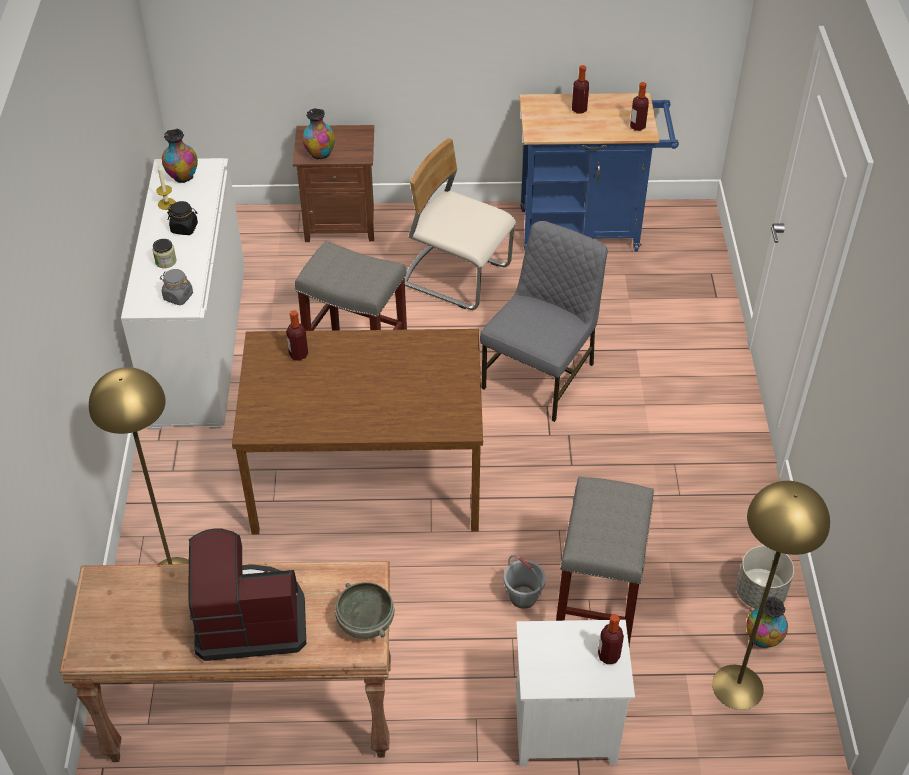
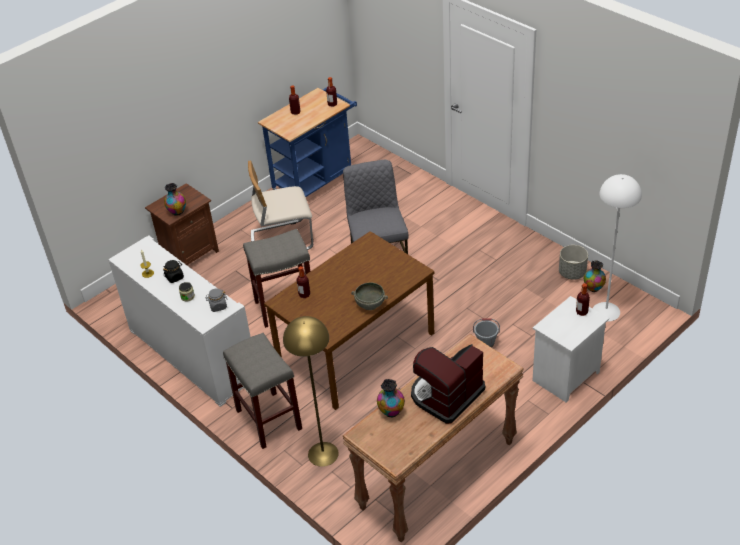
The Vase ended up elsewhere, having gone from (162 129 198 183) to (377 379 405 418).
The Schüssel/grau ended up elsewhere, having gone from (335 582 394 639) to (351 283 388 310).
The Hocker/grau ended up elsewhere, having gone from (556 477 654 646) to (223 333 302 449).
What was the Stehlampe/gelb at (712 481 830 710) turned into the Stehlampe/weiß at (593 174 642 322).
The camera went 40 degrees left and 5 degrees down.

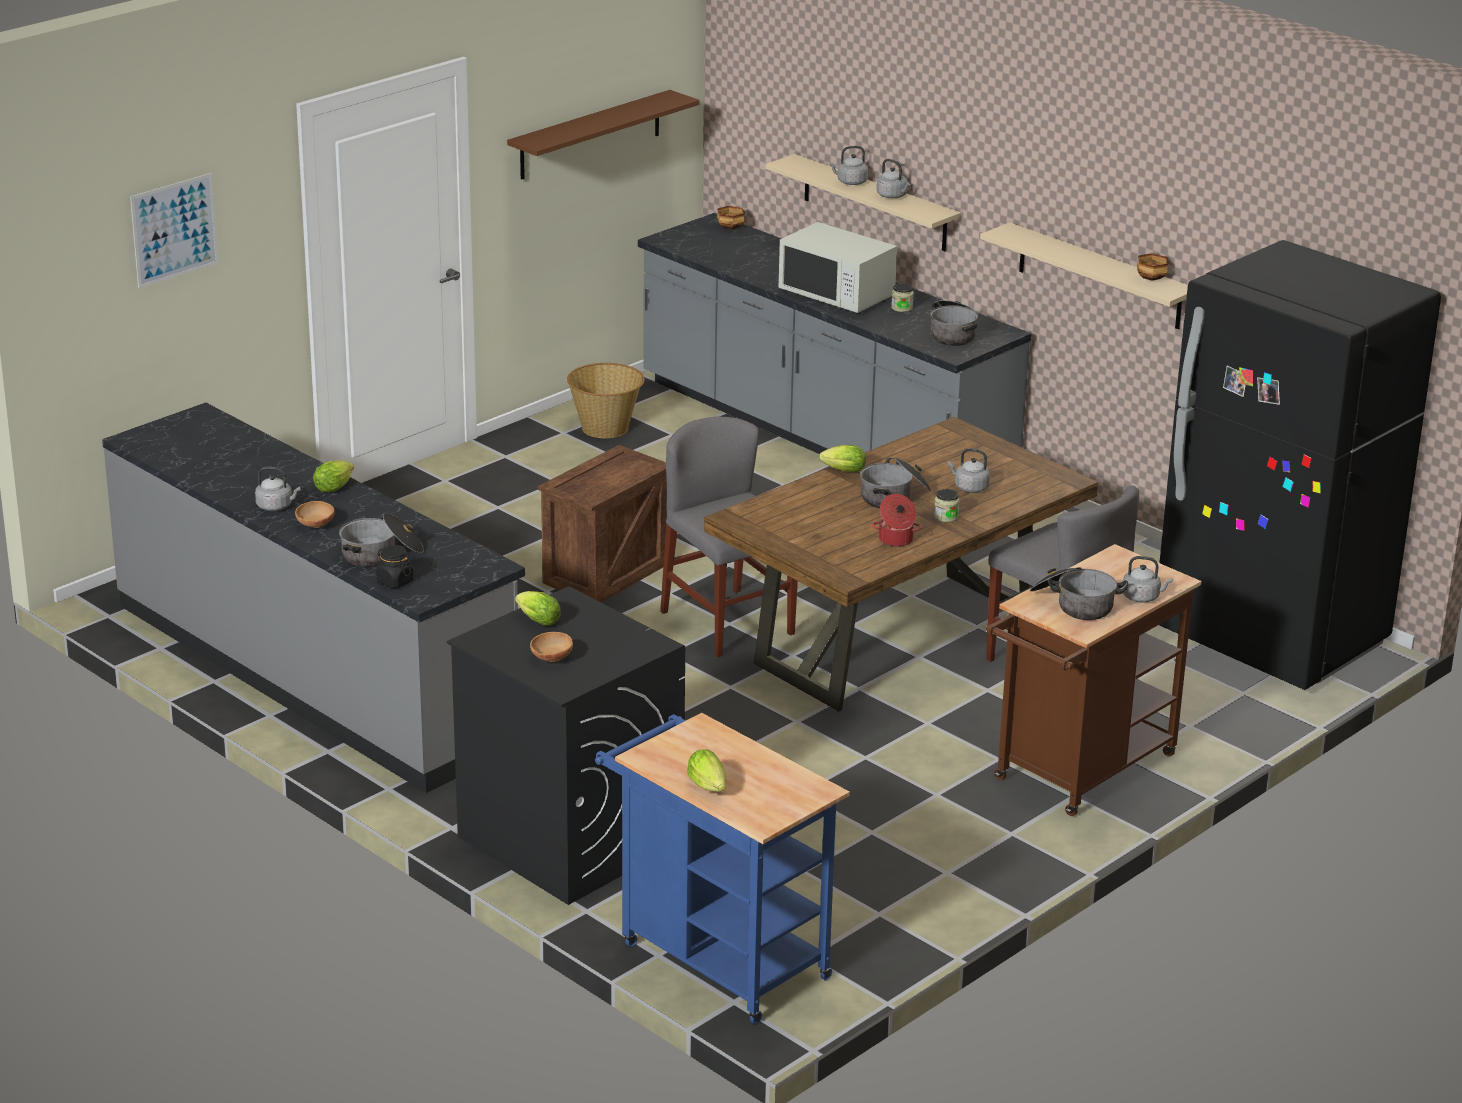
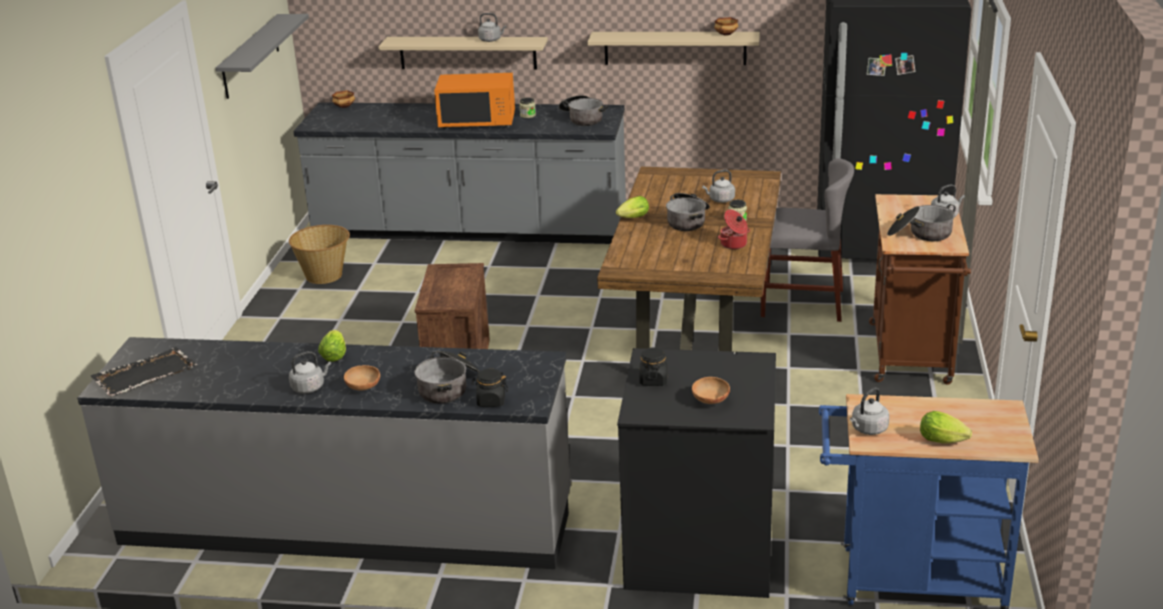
The second view lost the Bild at (130 173 218 288).
What was the Wandregal/braun at (507 90 699 180) turned into the Wandregal/grau at (216 14 309 99).
Where the Salatkopf stood at (515 591 561 626), the Vorratsglas/schwarz came to stand at (639 347 667 386).
The second view lost the Stuhl/grau at (660 416 798 657).
What was the Mikrowelle/weiß at (779 222 897 315) turned into the Mikrowelle/orange at (434 73 515 129).
The Wasserkessel/grau ended up elsewhere, having gone from (829 146 868 185) to (850 387 889 435).
The second view gained the Tablett/schwarz at (91 347 197 397).
The camera went 35 degrees left and 0 degrees up.

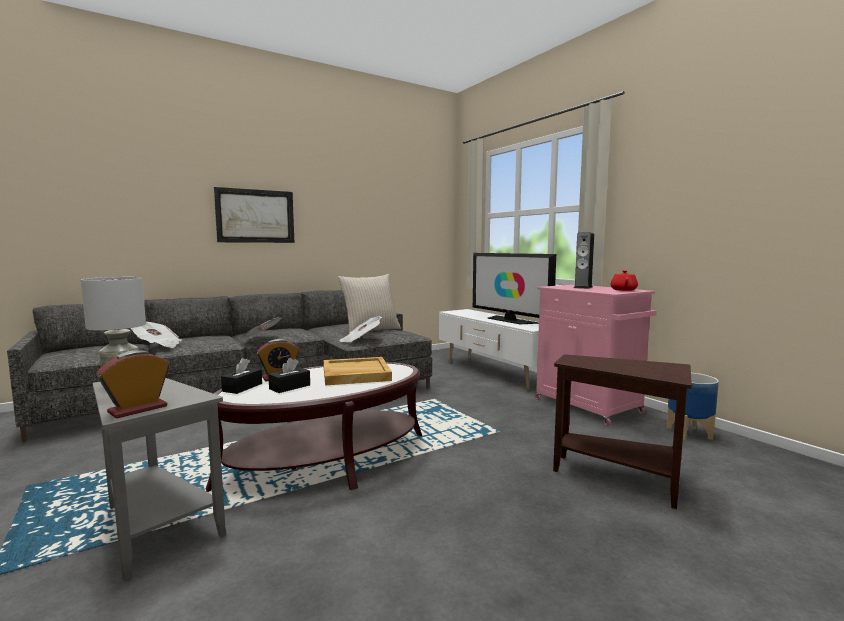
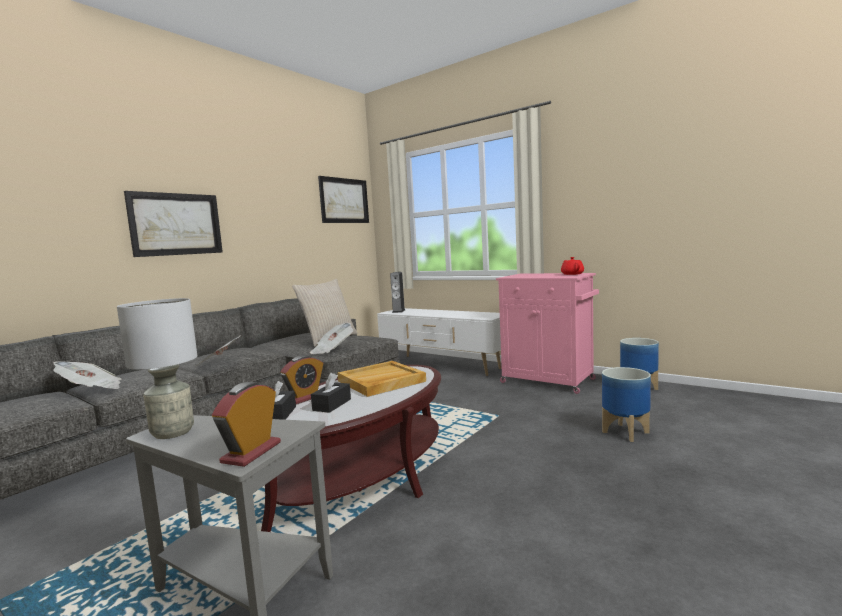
The second view lost the Fernseher at (473 253 556 324).
Where the Beistelltisch/braun stood at (553 354 692 509), the Pflanzkübel came to stand at (602 367 651 442).
The Lautsprecher ended up elsewhere, having gone from (574 232 594 289) to (390 272 405 313).
The second view gained the Bild at (318 176 369 223).
The camera went 20 degrees left and 0 degrees up.

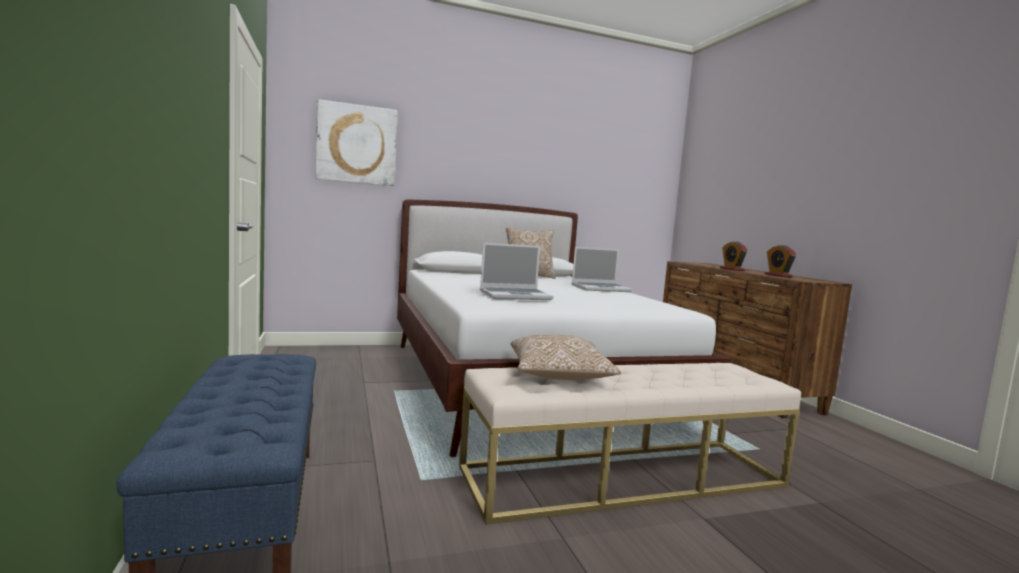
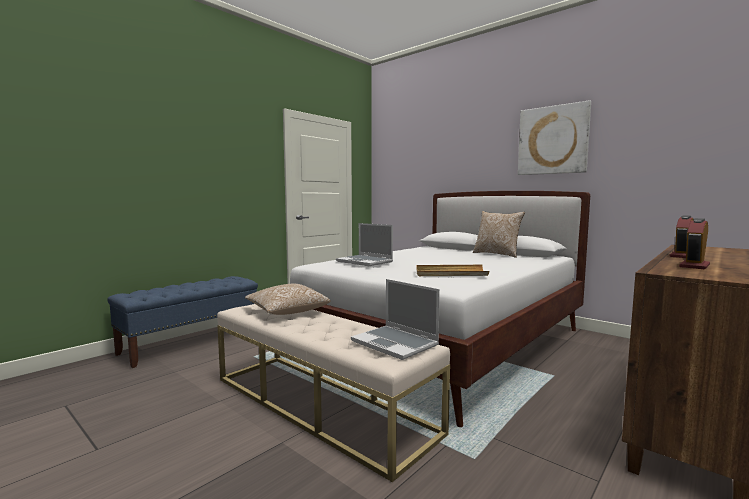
The Bild ended up elsewhere, having gone from (315 99 397 186) to (518 100 591 175).
The Laptop ended up elsewhere, having gone from (571 247 632 292) to (351 279 440 360).
The second view gained the Tablett/beige at (417 265 489 276).
The camera went 60 degrees right and 0 degrees up.

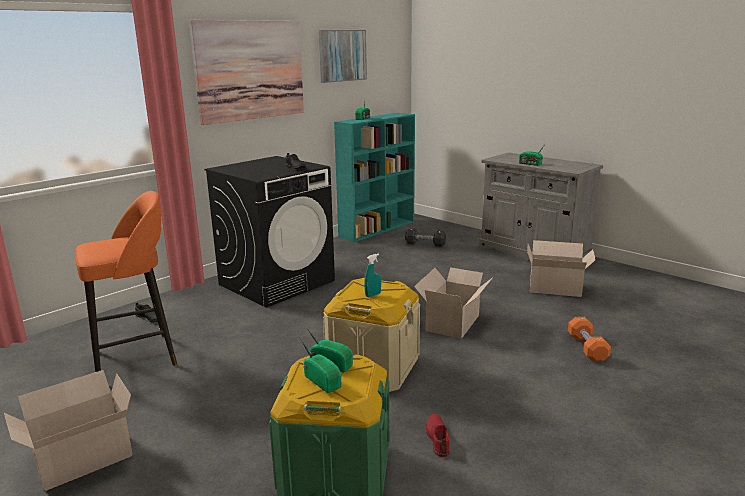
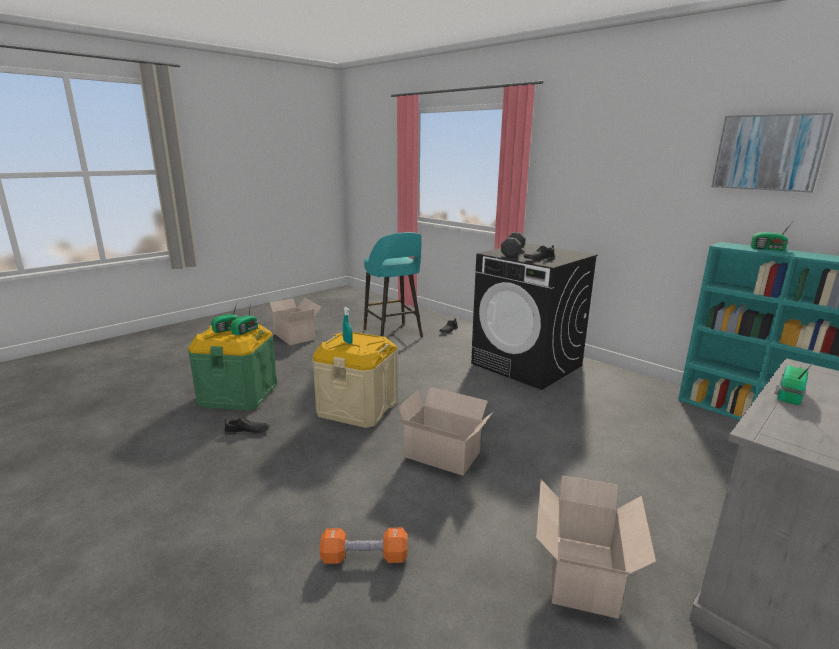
What was the Hocker/orange at (75 191 177 372) turned into the Hocker/türkis at (364 232 423 338).
The second view lost the Bild at (189 20 304 125).
The Hantel/schwarz ended up elsewhere, having gone from (405 228 446 247) to (501 232 526 257).
What was the Schuh/rot at (426 414 449 457) turned into the Schuh/schwarz at (224 417 270 434).
The camera went 90 degrees right and 0 degrees up.

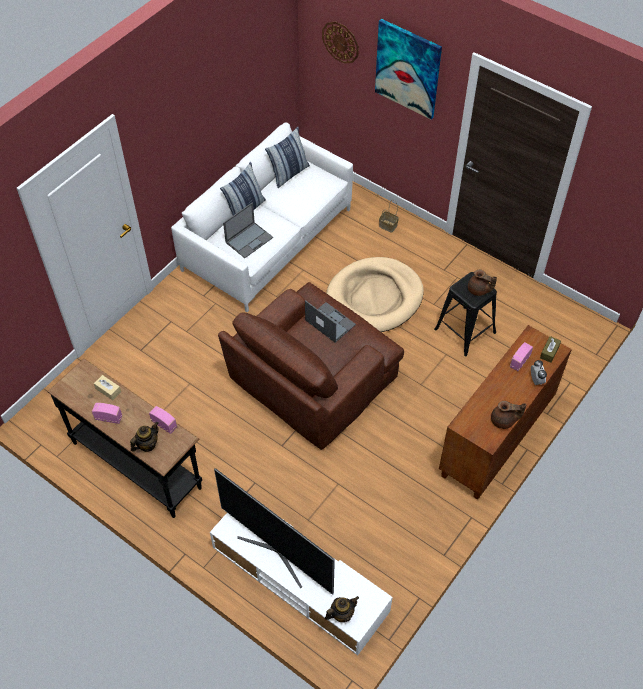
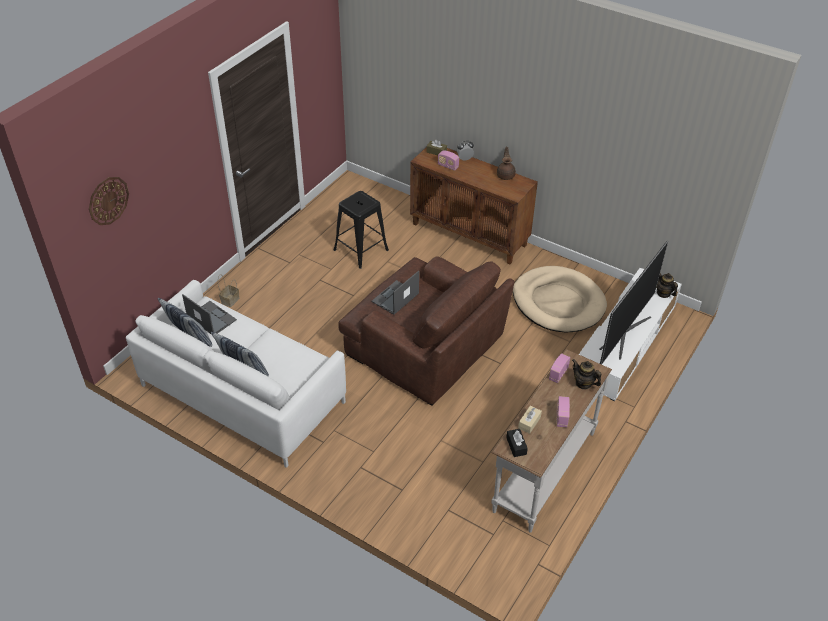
What was the Konsolentisch/schwarz at (48 358 202 518) turned into the Konsolentisch/weiß at (491 349 612 532).
The Laptop ended up elsewhere, having gone from (223 202 273 258) to (182 294 237 334).
The Hundebett/beige ended up elsewhere, having gone from (326 257 424 332) to (513 266 607 333).
The second view lost the Bild at (375 19 442 120).
The second view lost the Teekanne/braun at (468 270 497 296).
The second view gained the Taschentuchbox/schwarz at (506 429 528 457).
The camera went 95 degrees left and 10 degrees down.

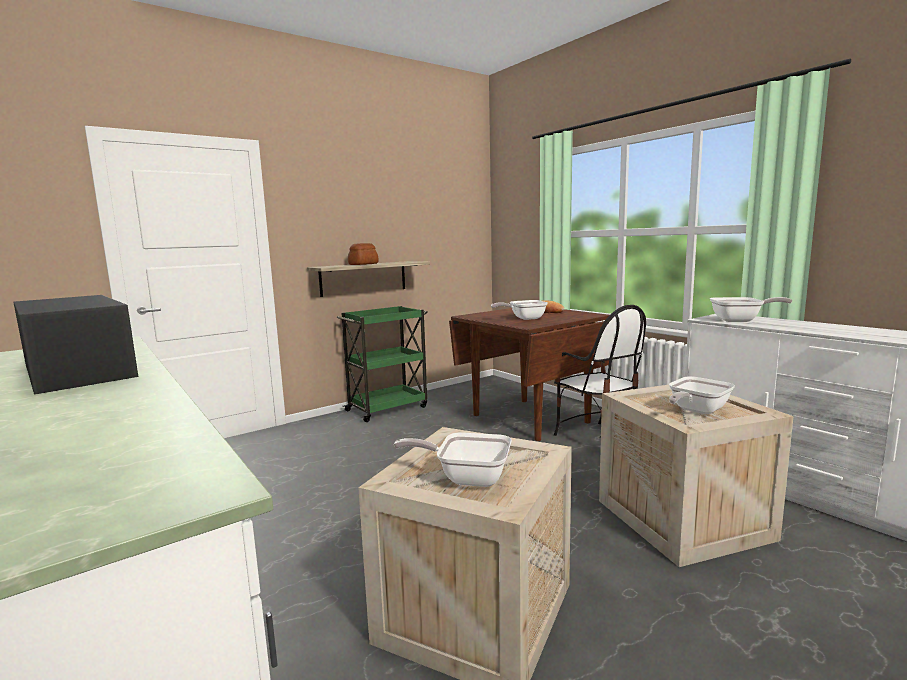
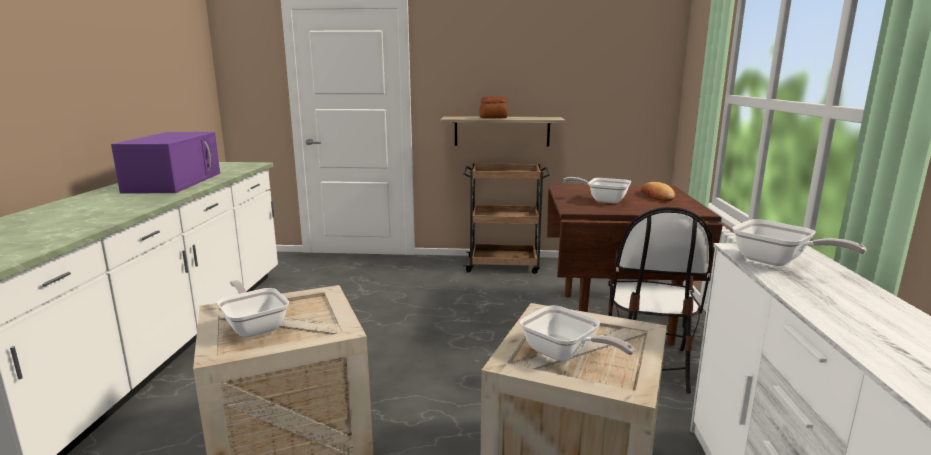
What was the Mikrowelle/schwarz at (13 295 138 395) turned into the Mikrowelle/lila at (111 132 220 194).
What was the Rollwagen/grün at (336 306 428 422) turned into the Rollwagen/braun at (463 163 550 274).
The Pfanne at (669 376 735 414) ended up facing another way, 135 degrees counterclockwise from before.
The camera went 40 degrees right and 5 degrees up.

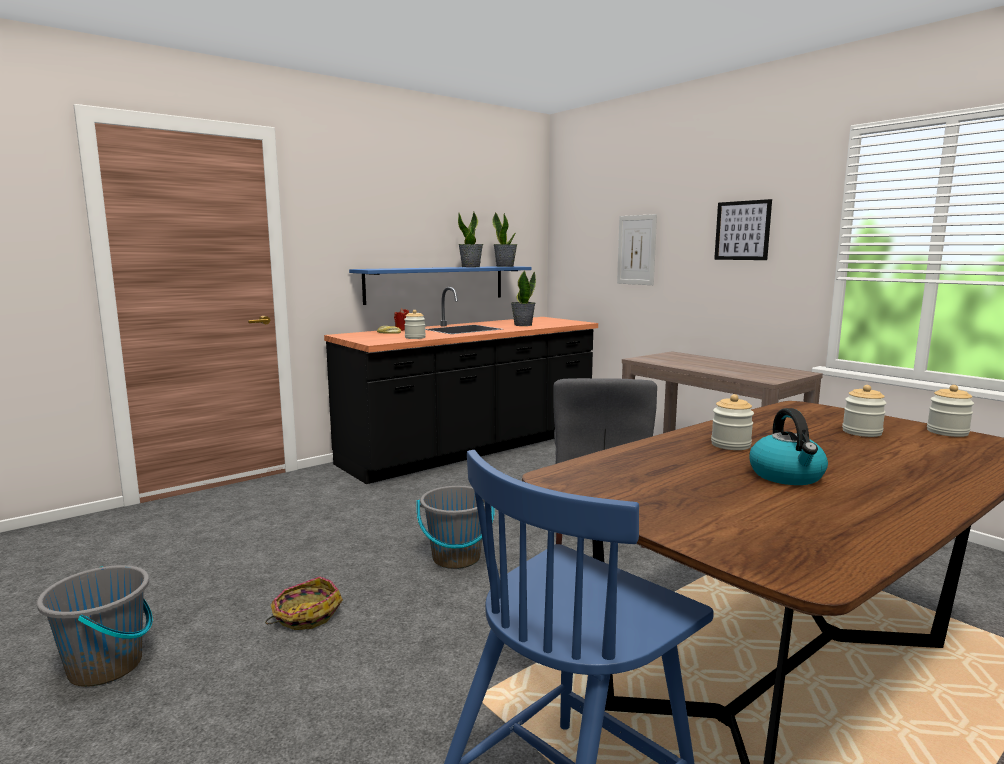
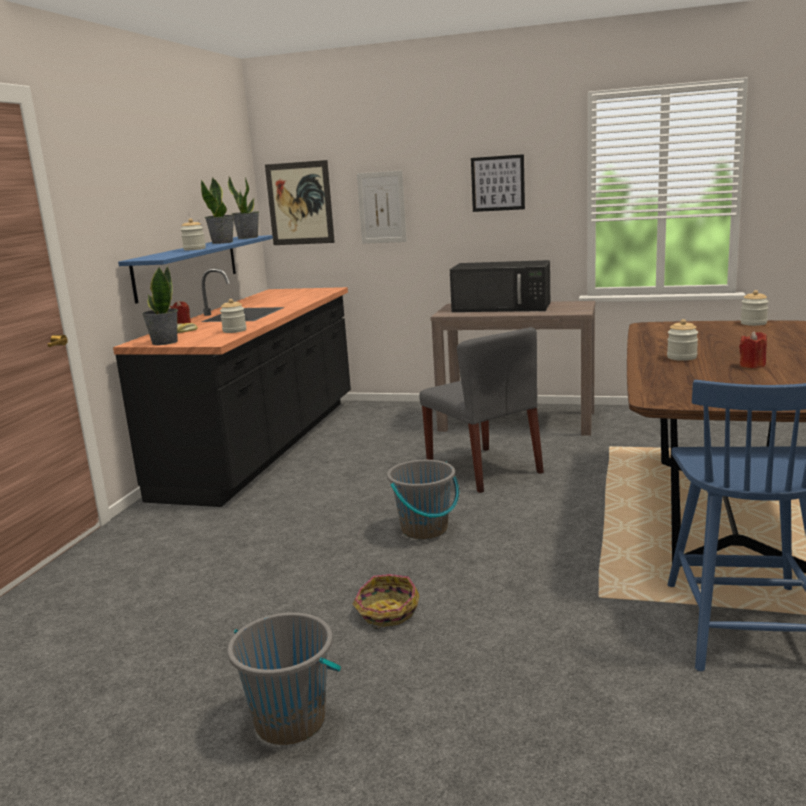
The Topfpflanze ended up elsewhere, having gone from (511 270 536 326) to (142 266 178 345).
Where the Wasserkessel stood at (749 408 828 485), the Kerze/rot came to stand at (739 331 767 368).
The Vorratsglas ended up elsewhere, having gone from (842 385 887 437) to (180 218 206 250).
The second view gained the Bild at (265 160 335 245).
The second view gained the Mikrowelle/schwarz at (450 260 550 312).
The camera went 35 degrees left and 5 degrees up.

